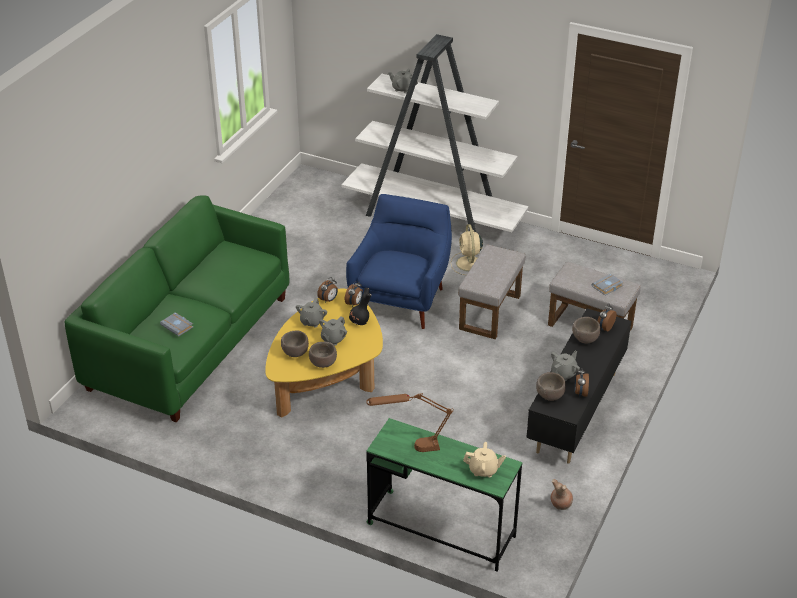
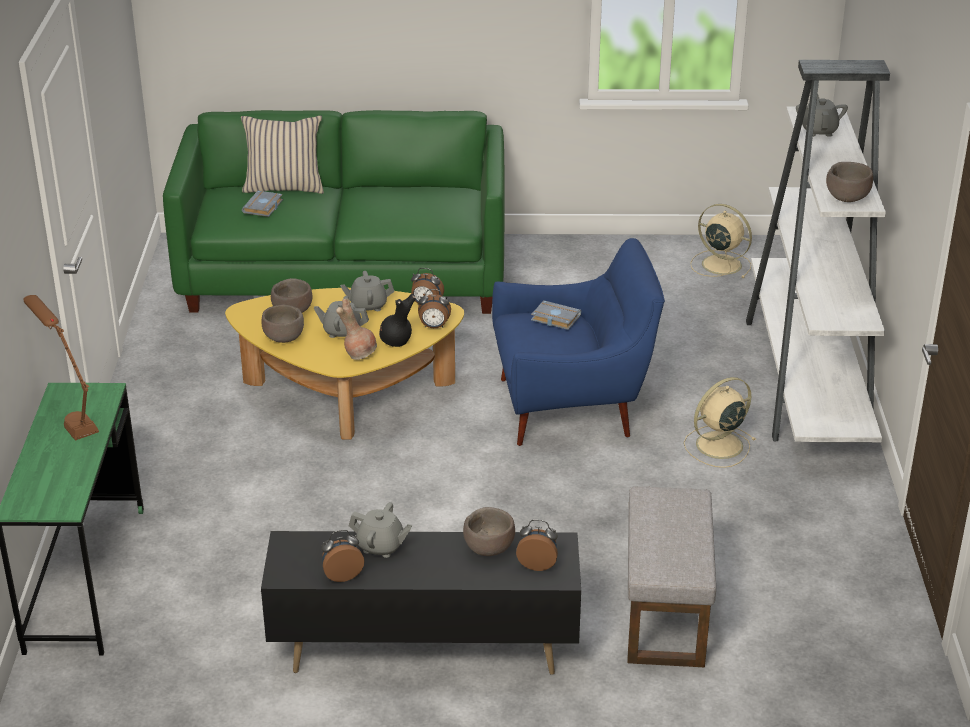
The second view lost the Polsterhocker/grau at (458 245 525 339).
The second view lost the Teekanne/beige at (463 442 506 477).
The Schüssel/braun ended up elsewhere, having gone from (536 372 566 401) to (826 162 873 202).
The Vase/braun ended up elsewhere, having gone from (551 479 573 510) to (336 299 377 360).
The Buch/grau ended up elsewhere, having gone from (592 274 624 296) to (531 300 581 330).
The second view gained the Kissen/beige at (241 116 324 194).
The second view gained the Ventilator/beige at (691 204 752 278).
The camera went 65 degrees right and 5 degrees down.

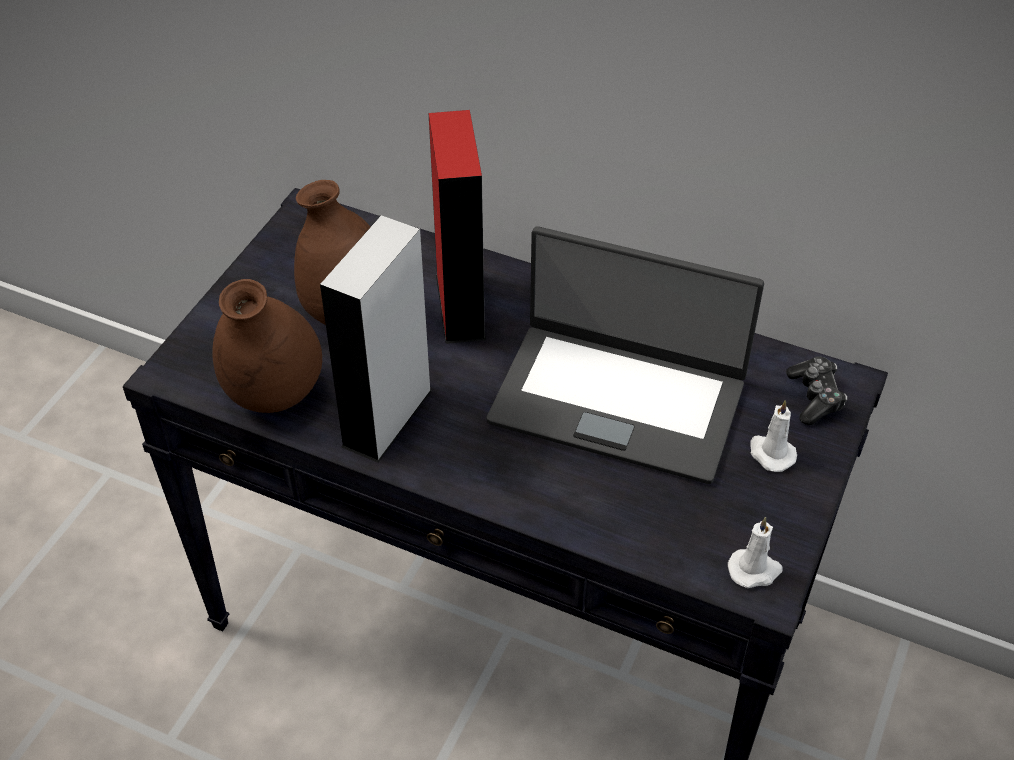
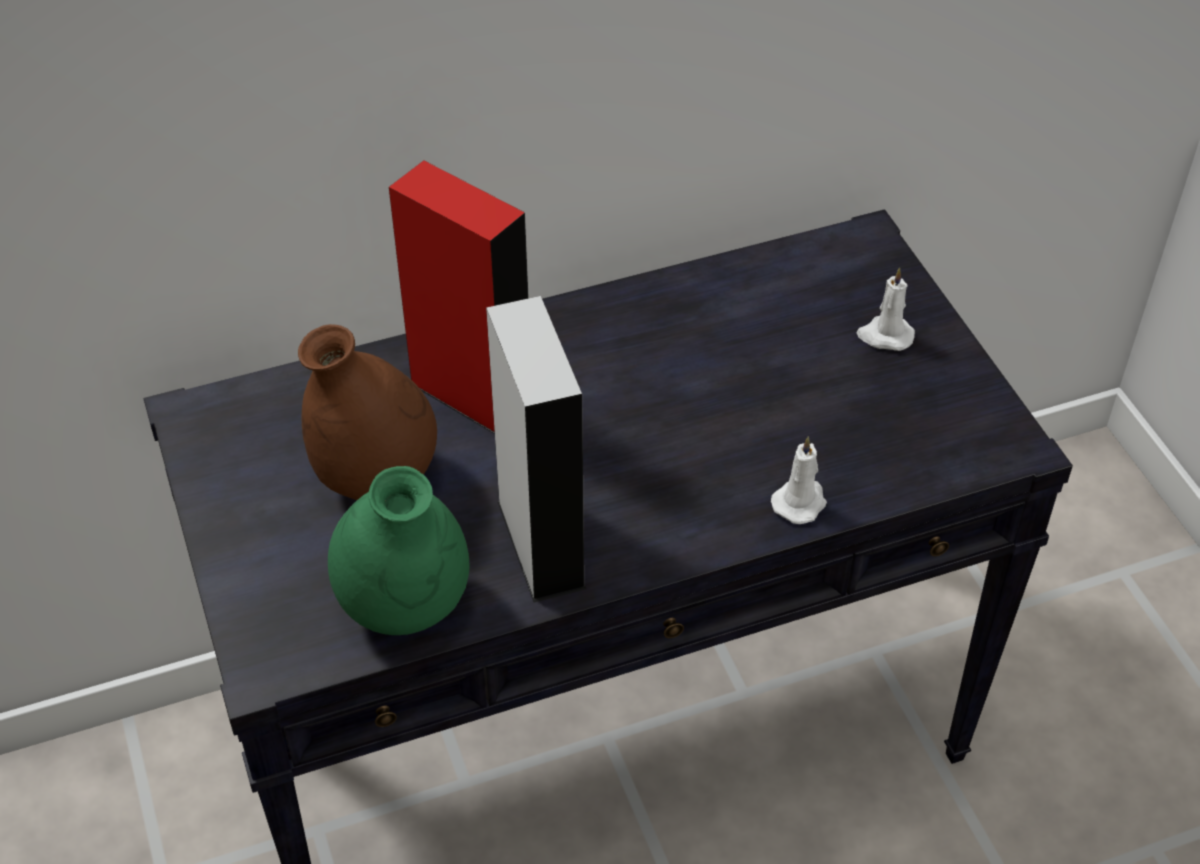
What was the Vase/braun at (212 279 322 413) turned into the Vase/grün at (328 466 469 635).
The second view lost the Laptop at (486 227 764 484).
The Kerze/weiß ended up elsewhere, having gone from (728 517 783 588) to (771 436 827 524).
The second view lost the Gamepad at (786 357 847 425).
The camera went 45 degrees left and 0 degrees up.

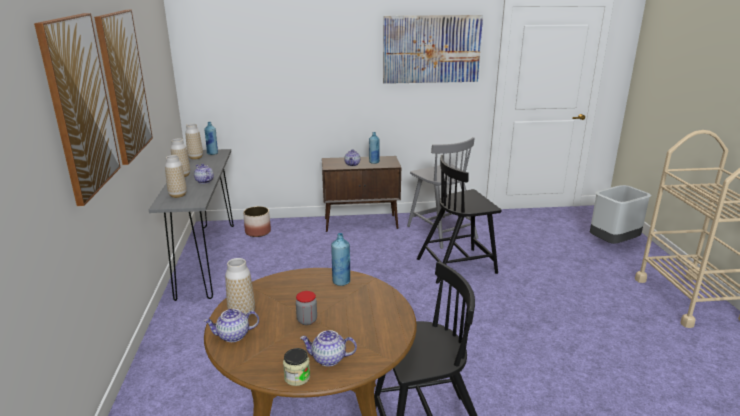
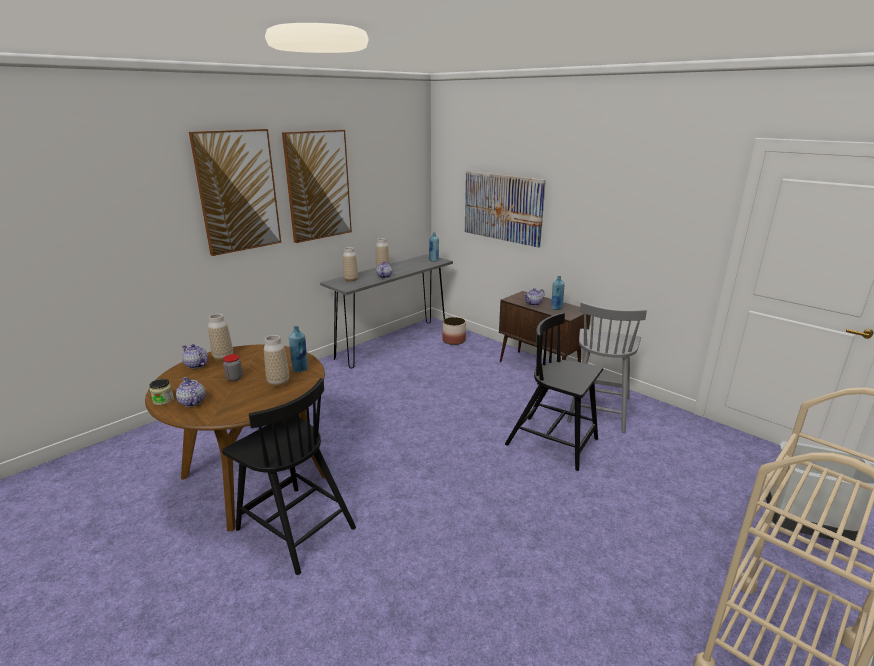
The Vase ended up elsewhere, having gone from (185 124 203 160) to (264 335 289 387).
The Bild ended up elsewhere, having gone from (383 15 483 84) to (465 171 546 248).
The camera went 50 degrees right and 0 degrees up.

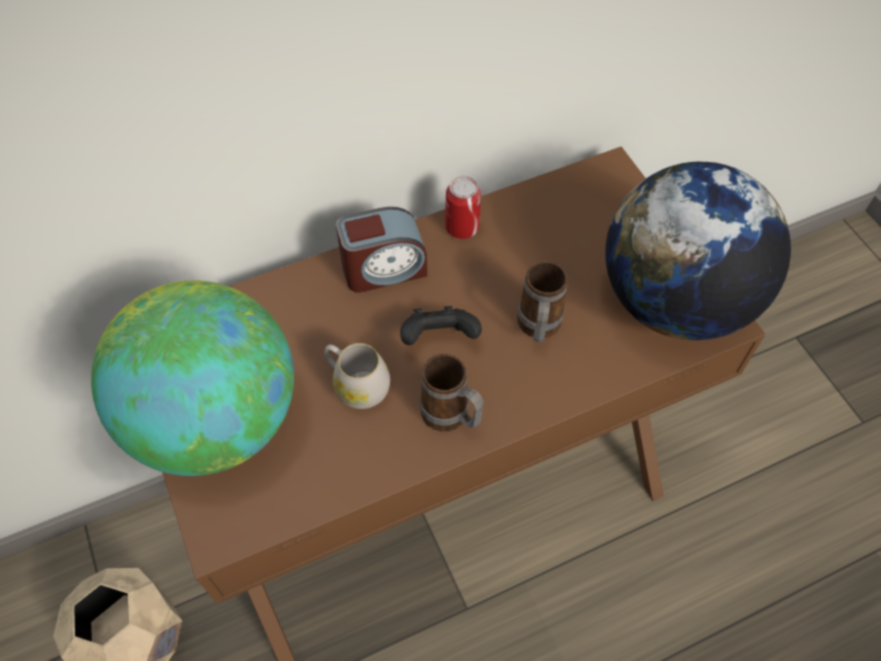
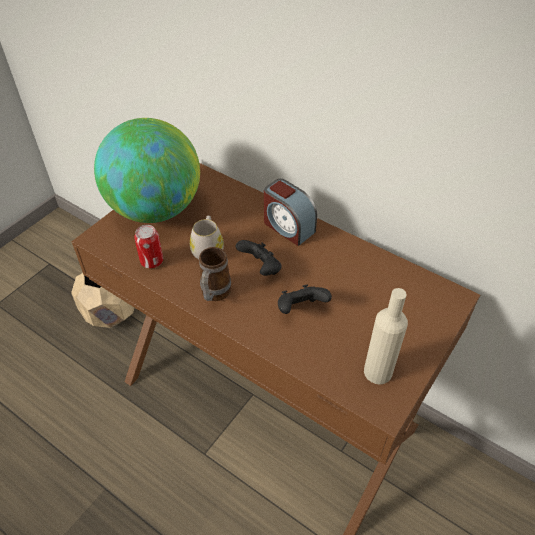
The Dose ended up elsewhere, having gone from (445 176 481 239) to (134 225 163 268).
Where the Henkelbecher stood at (517 261 568 342), the Gamepad/schwarz came to stand at (278 284 332 314).
Where the Globus stood at (605 162 791 340), the Flasche/beige came to stand at (364 288 408 385).
The camera went 60 degrees right and 10 degrees down.

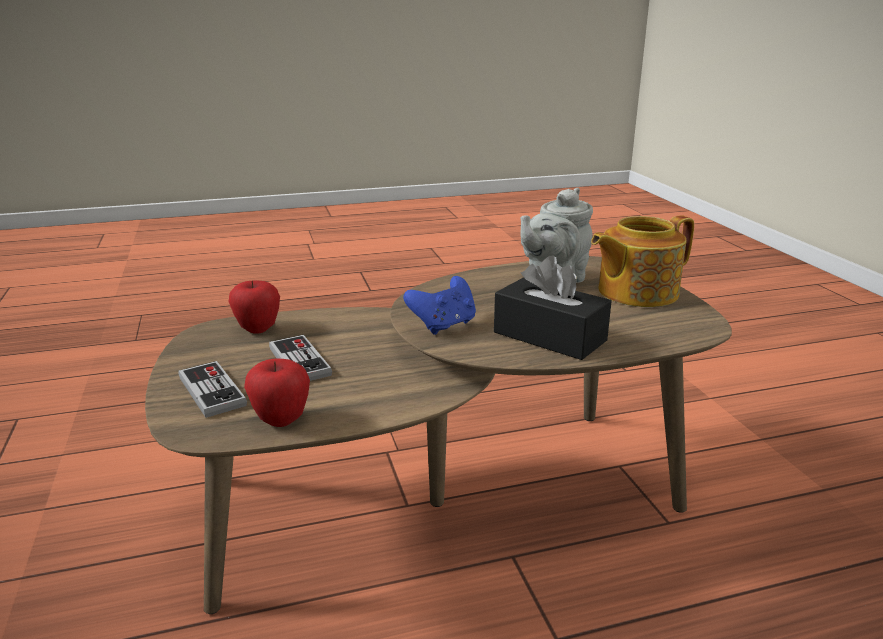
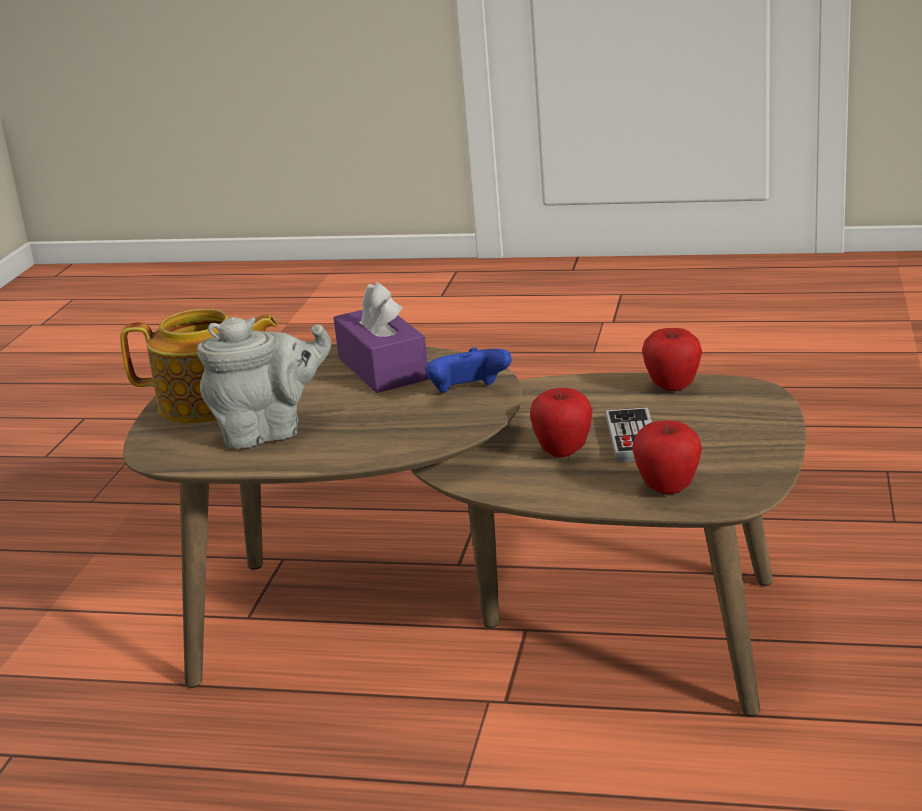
The second view lost the Gamepad at (179 361 247 418).
What was the Taschentuchbox/schwarz at (494 255 612 360) turned into the Taschentuchbox/lila at (334 282 429 393).
The second view gained the Apfel at (530 388 592 458).
The camera went 150 degrees left and 0 degrees up.

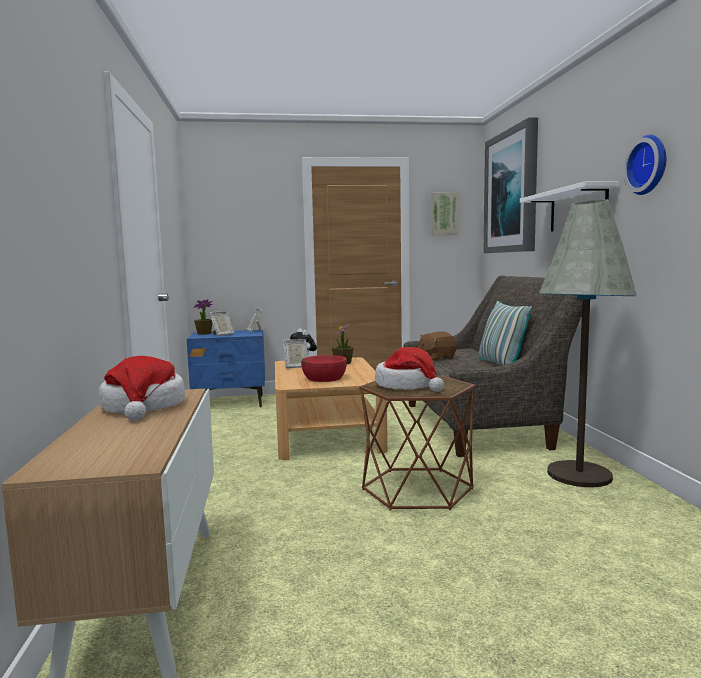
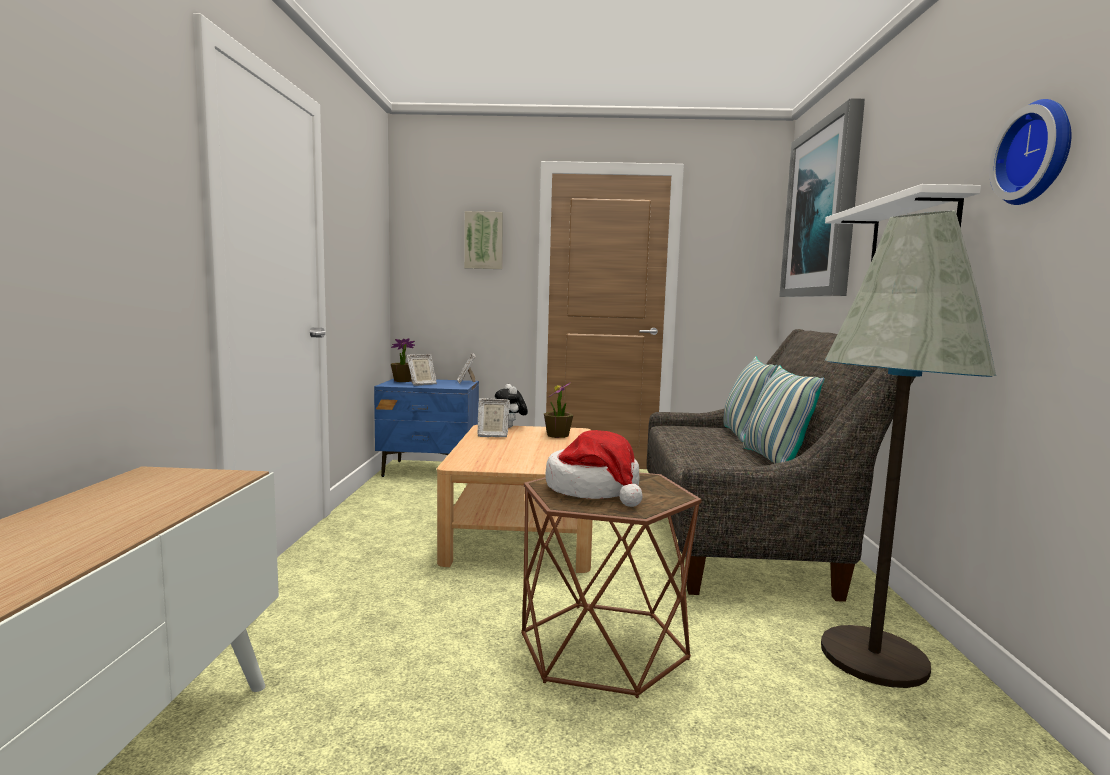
The second view lost the Hut at (99 356 185 421).
The second view lost the Schüssel/rot at (301 355 347 382).
The second view lost the Plüschtier/braun at (418 331 457 361).
The Bild ended up elsewhere, having gone from (431 192 459 235) to (464 211 503 269).
The second view gained the Kissen at (723 356 777 442).
The camera went 10 degrees right and 0 degrees up.

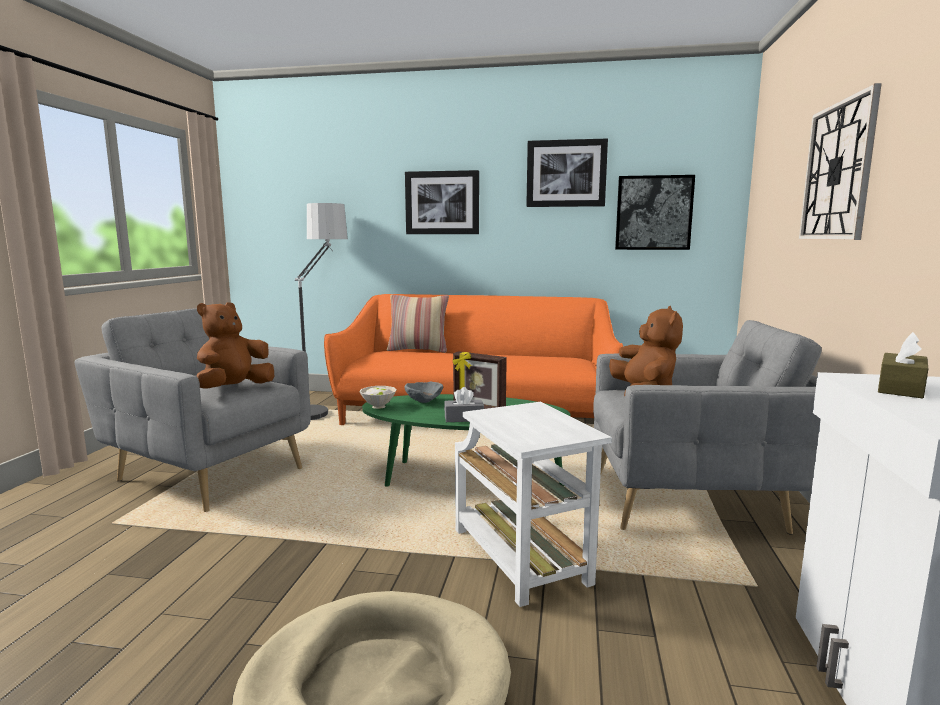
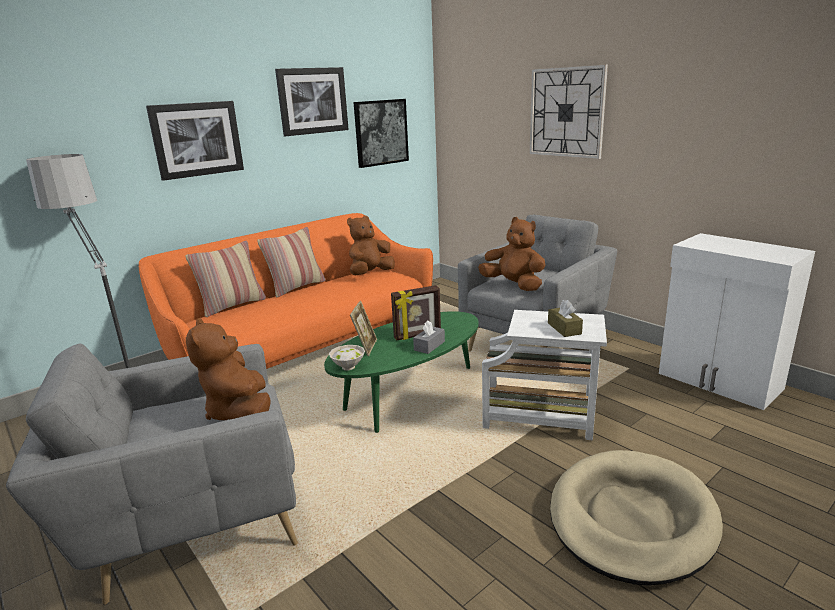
Where the Schüssel/grau stood at (404 382 443 403), the Bilderrahmen came to stand at (350 301 377 356).
The Taschentuchbox/braun ended up elsewhere, having gone from (878 332 929 398) to (548 300 583 337).
The second view gained the Kissen at (257 227 325 297).
The second view gained the Plüschtier/braun at (347 216 395 275).
The camera went 50 degrees left and 10 degrees up.

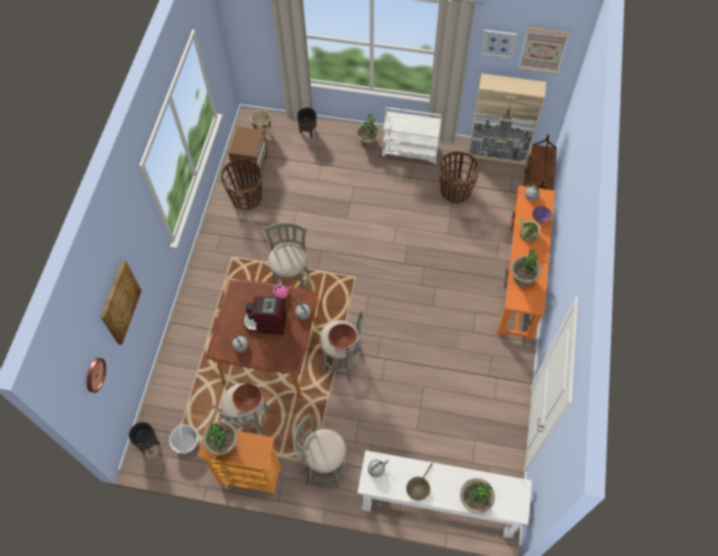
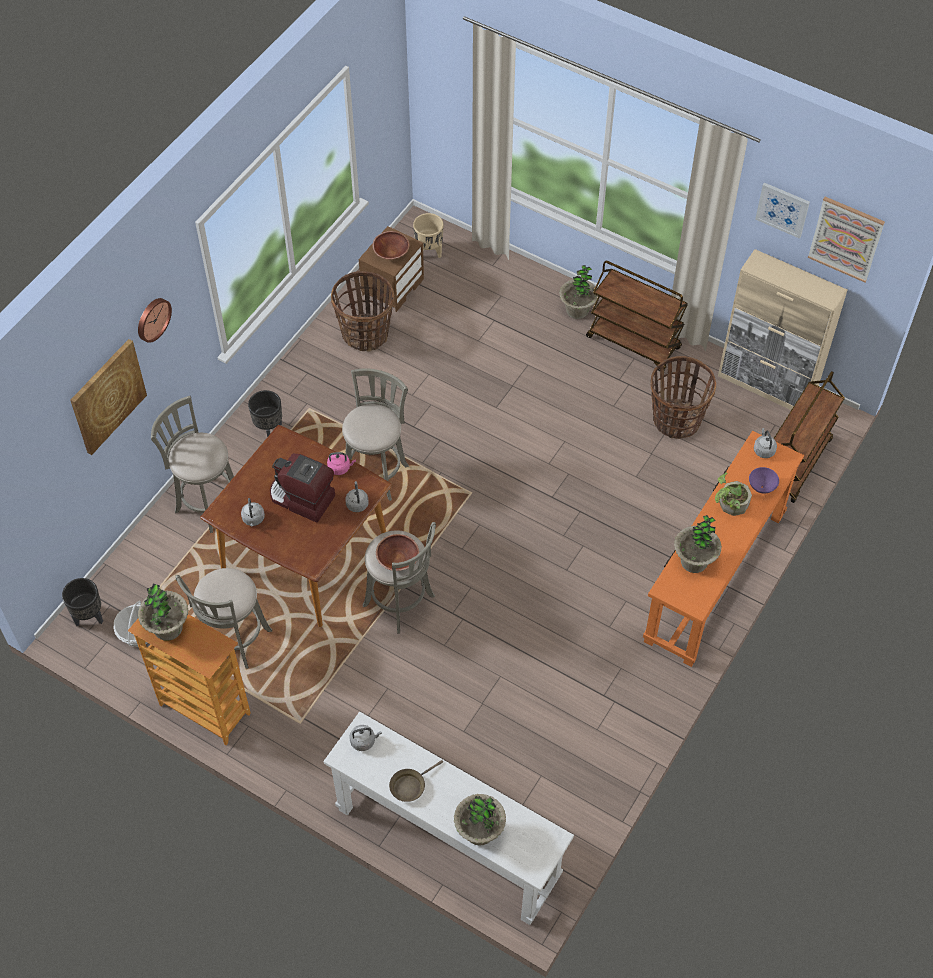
The Wanduhr ended up elsewhere, having gone from (87 358 106 393) to (138 298 172 343).
The Schüssel/braun ended up elsewhere, having gone from (232 383 262 412) to (373 231 410 259).
The Hocker/grau ended up elsewhere, having gone from (293 414 348 490) to (151 396 234 533).
The Pflanzkübel/schwarz ended up elsewhere, having gone from (297 108 317 139) to (248 390 282 437).
What was the Rollwagen/weiß at (380 107 442 165) turned into the Rollwagen/braun at (586 261 688 371).
The camera went 20 degrees right and 5 degrees down.

